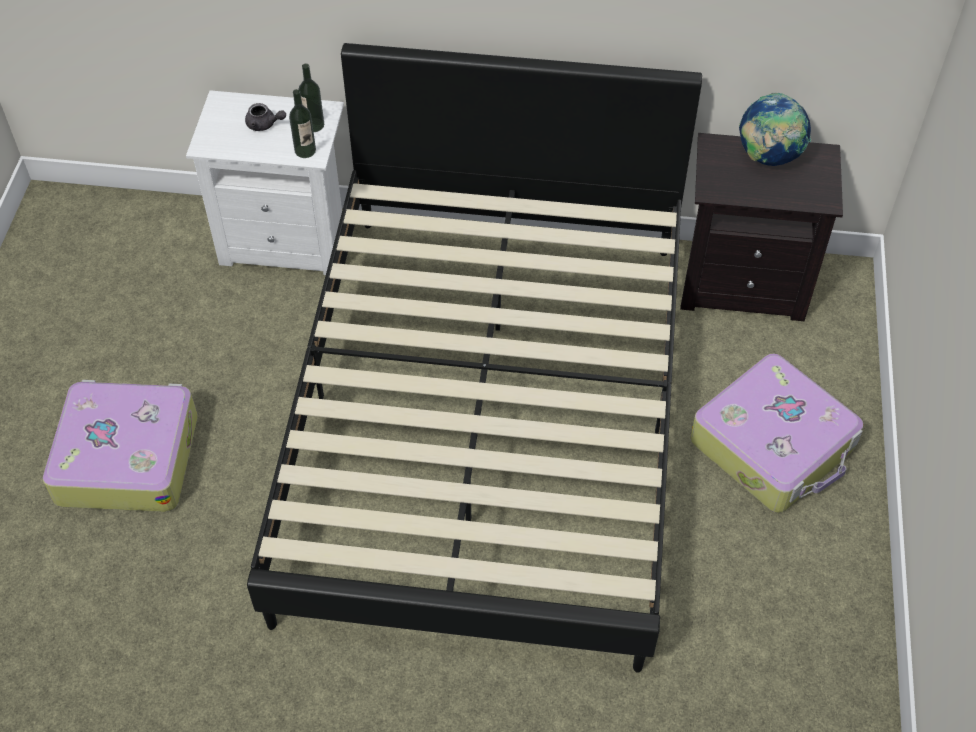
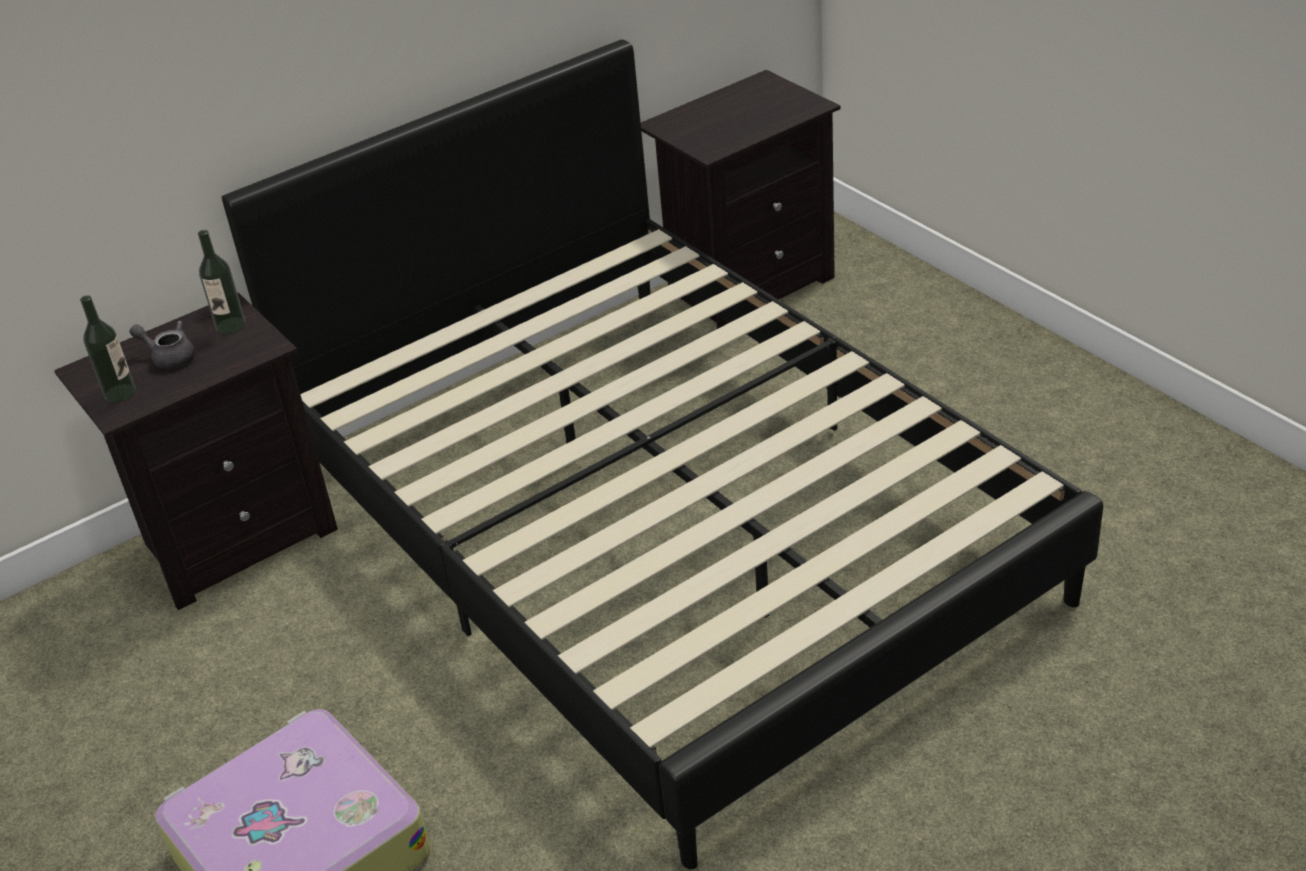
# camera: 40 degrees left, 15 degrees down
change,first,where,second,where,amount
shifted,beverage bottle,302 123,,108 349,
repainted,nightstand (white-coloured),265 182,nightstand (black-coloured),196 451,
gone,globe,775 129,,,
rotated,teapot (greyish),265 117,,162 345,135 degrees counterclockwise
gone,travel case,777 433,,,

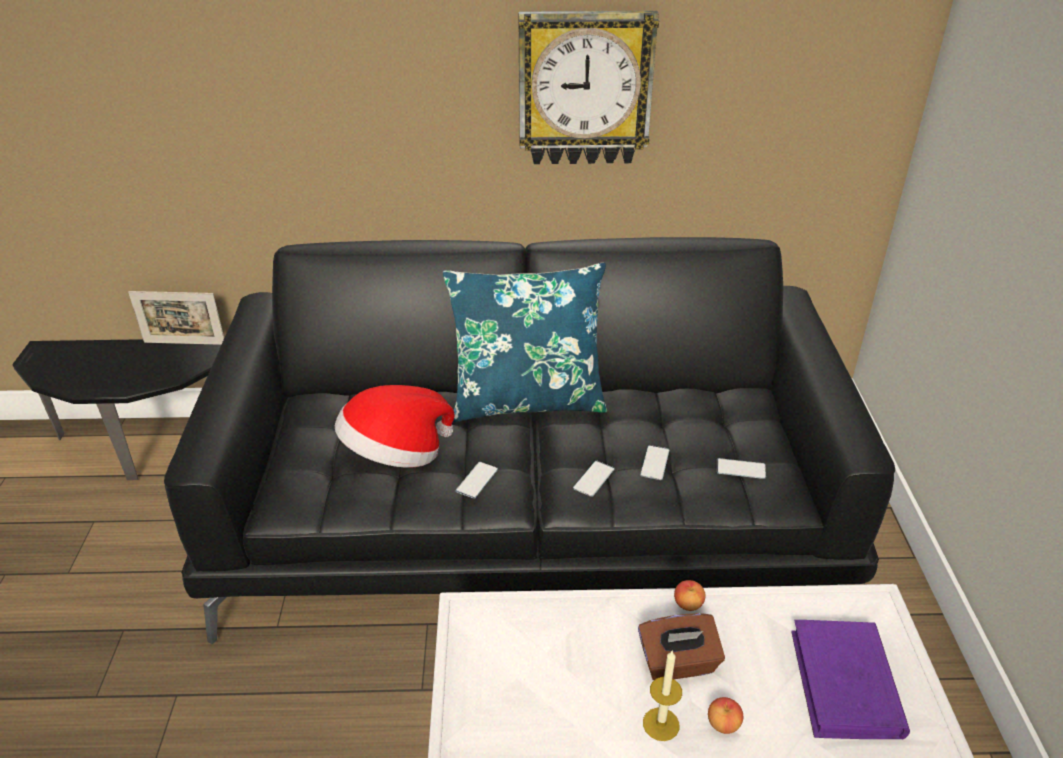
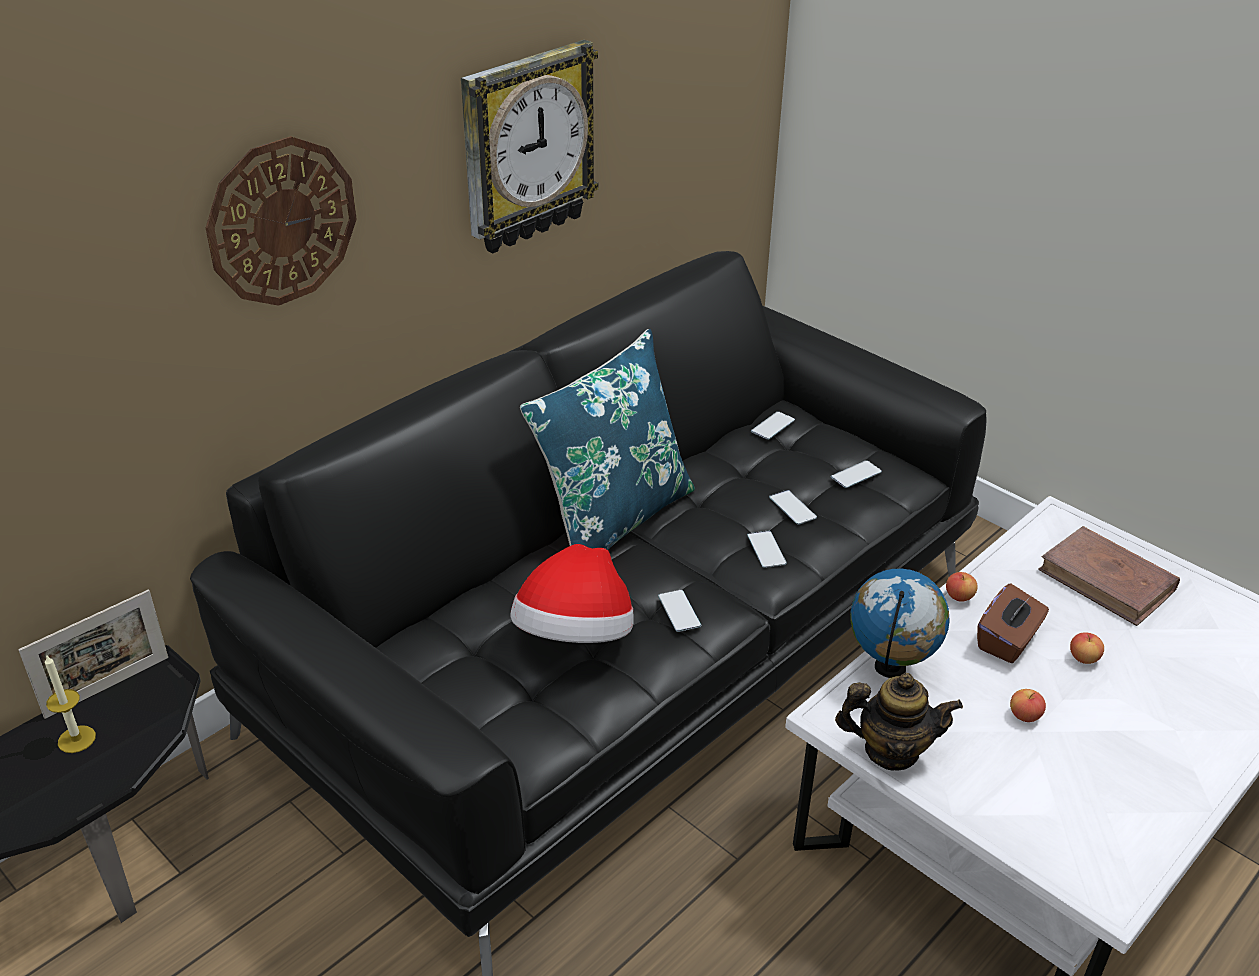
# camera: 45 degrees left, 0 degrees up
change,first,where,second,where,amount
repainted,book (purple),850 679,book (brown-coloured),1109 576,
shifted,wax candle,662 695,,70 703,
new,,,wall clock,281 221,
new,,,telephone,773 425,
new,,,globe,900 623,
new,,,teapot,899 721,
new,,,apple,1028 705,

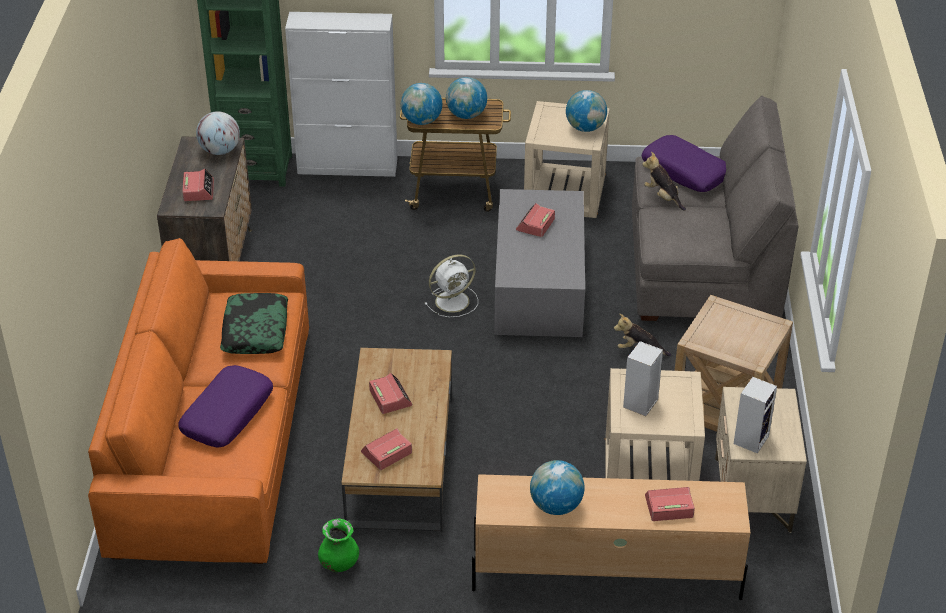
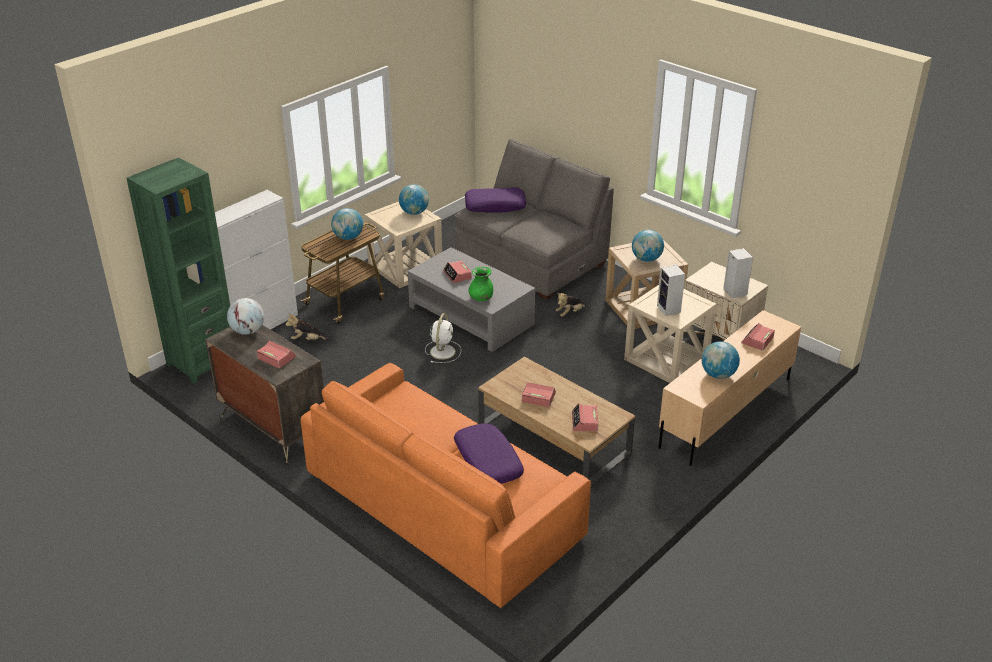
# camera: 50 degrees left, 5 degrees down
change,first,where,second,where,amount
shifted,globe,421 104,,648 246,
shifted,cuddly toy,664 181,,307 327,
gone,throw pillow,254 323,,,
shifted,decorative vase (greenish),338 545,,480 284,

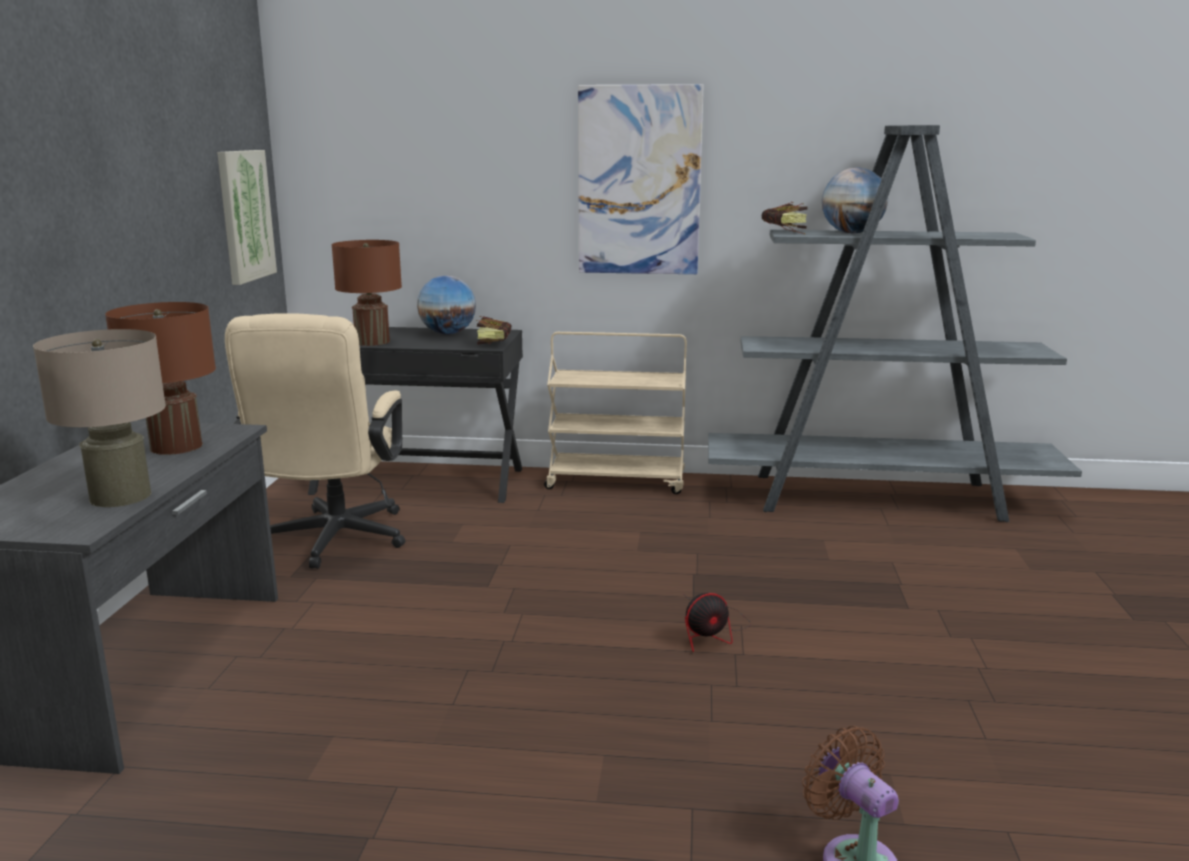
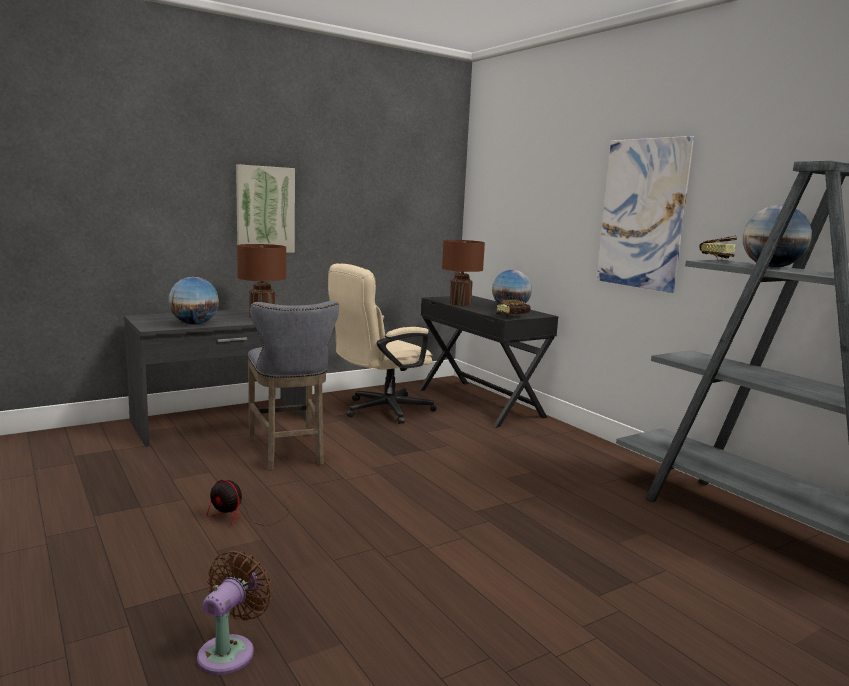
# camera: 50 degrees right, 5 degrees down
change,first,where,second,where,amount
shifted,wall art,247 217,,265 208,
swapped,table lamp (beige-coloured),99 418,globe,193 301,
gone,cart (beige-coloured),615 413,,,
shifted,electric fan,718 622,,250 503,
new,,,stool seat (greyish),293 385,

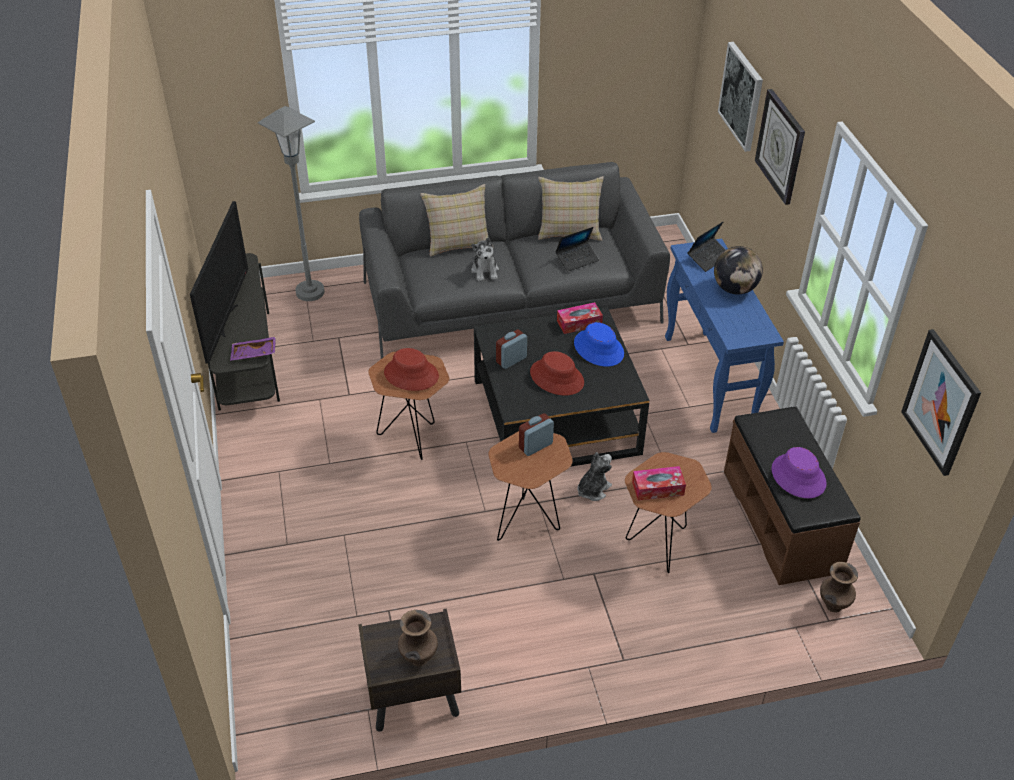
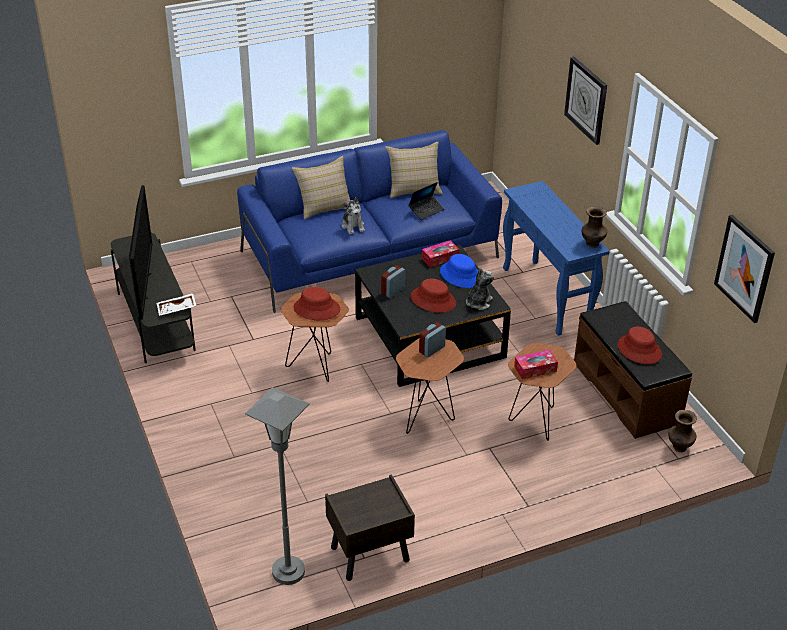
# camera: 10 degrees left, 5 degrees down
change,first,where,second,where,amount
gone,wall art,740 97,,,
shifted,standard lamp (greyish),291 203,,277 486,
repainted,sofa (greyish),514 260,sofa (bluish),369 221,
gone,portable computer,706 247,,,
gone,globe,738 270,,,
repainted,tray (purple),253 349,tray (white-coloured),176 304,
repainted,hat (purple),799 472,hat (reddish),639 345,
shifted,cuddly toy,594 476,,480 289,
shifted,decorative vase (brown-coloured),418 638,,594 227,

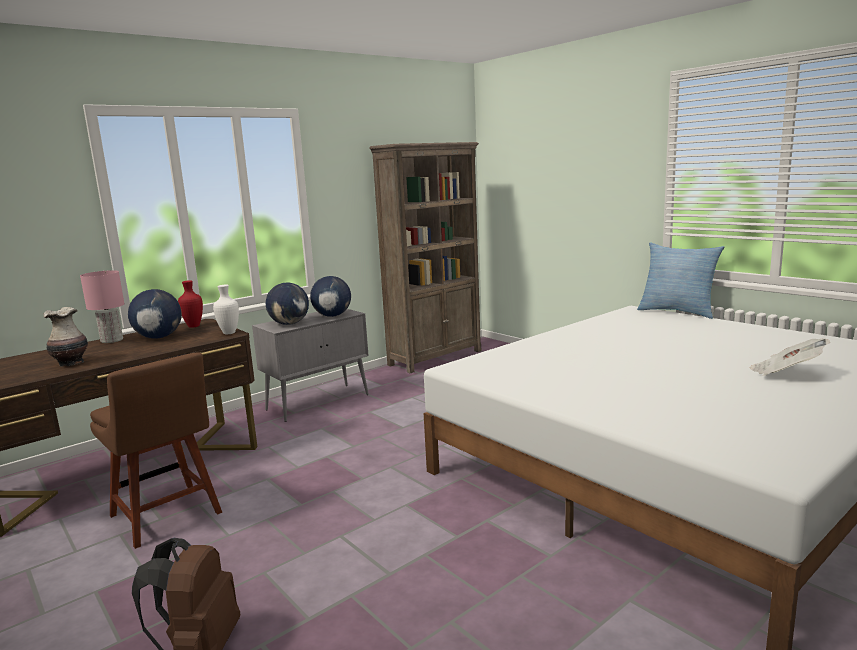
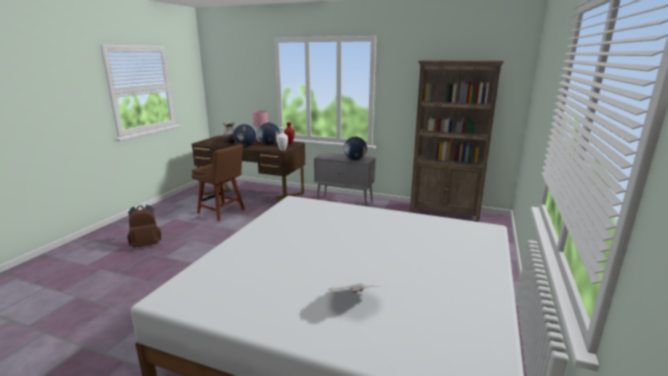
# camera: 60 degrees right, 5 degrees up
change,first,where,second,where,amount
gone,throw pillow,681 281,,,
shifted,globe,287 303,,244 135,
rotated,chair (brown-coloured),156 450,,218 183,75 degrees counterclockwise

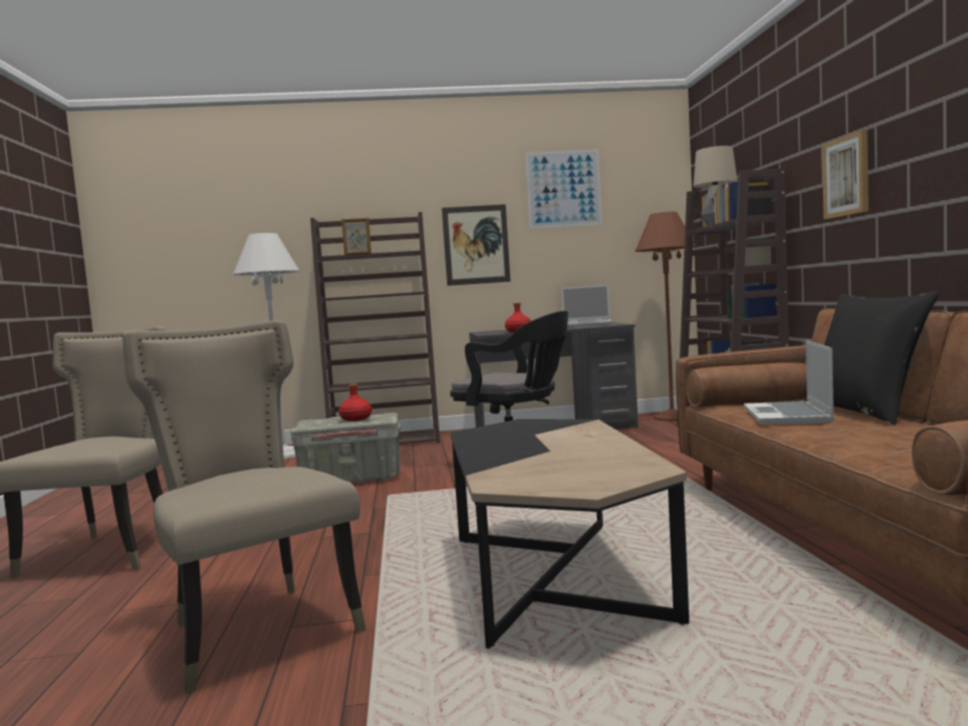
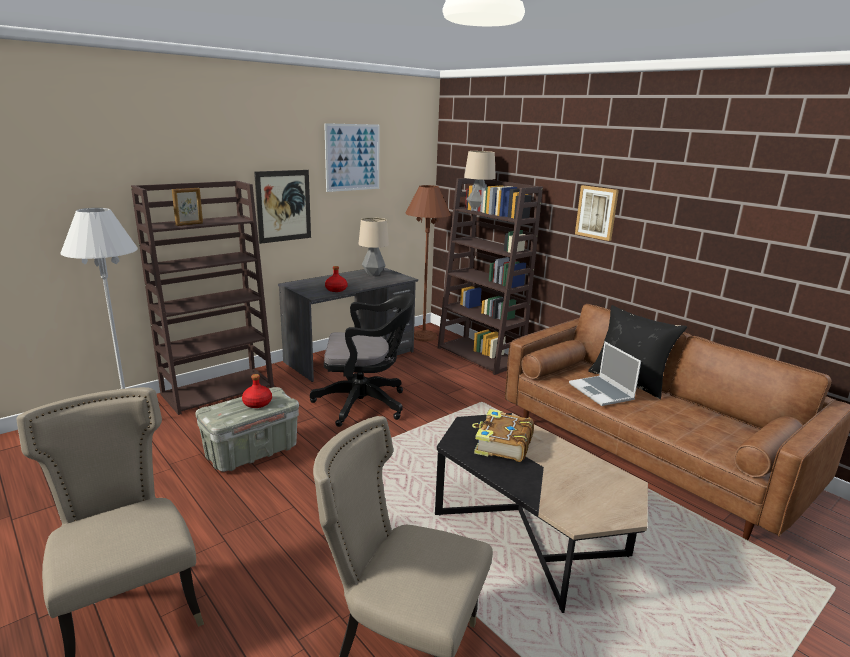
# camera: 35 degrees left, 15 degrees up
change,first,where,second,where,amount
swapped,portable computer,586 306,table lamp,373 247,
new,,,book,503 435,

